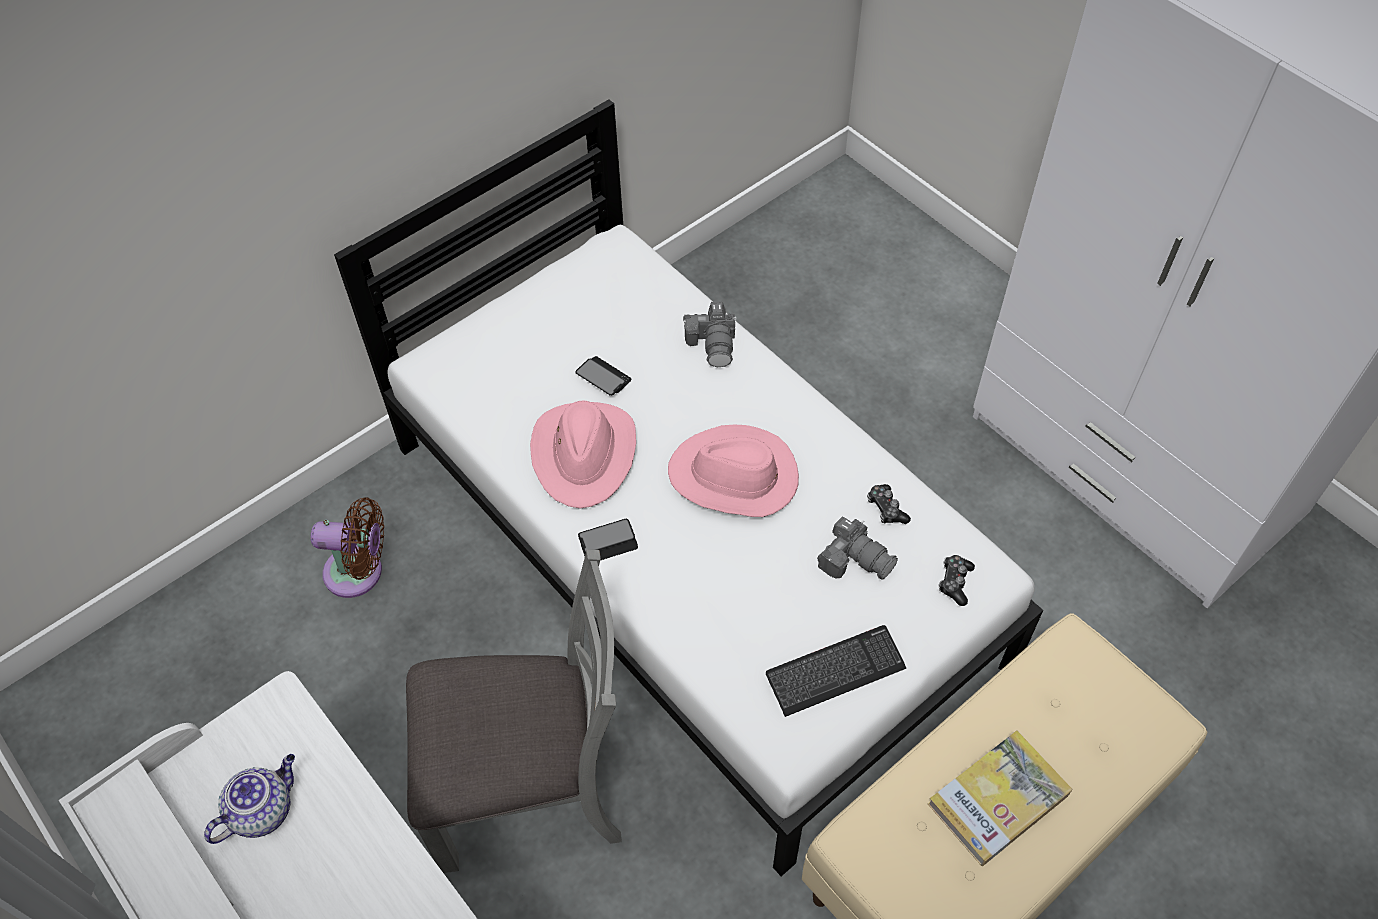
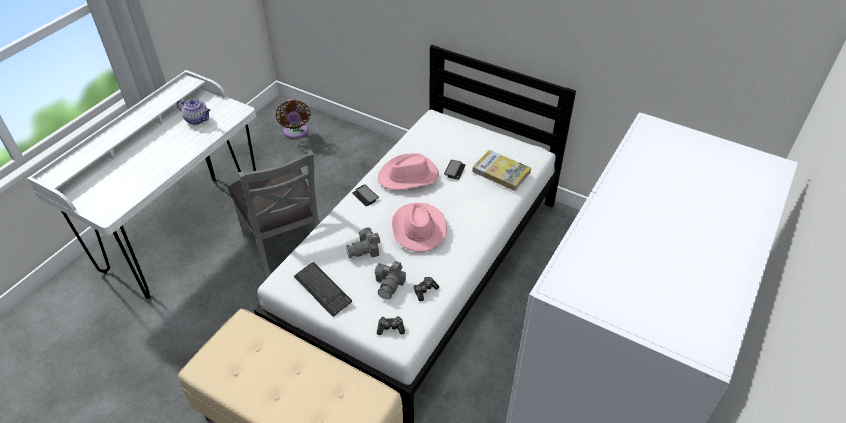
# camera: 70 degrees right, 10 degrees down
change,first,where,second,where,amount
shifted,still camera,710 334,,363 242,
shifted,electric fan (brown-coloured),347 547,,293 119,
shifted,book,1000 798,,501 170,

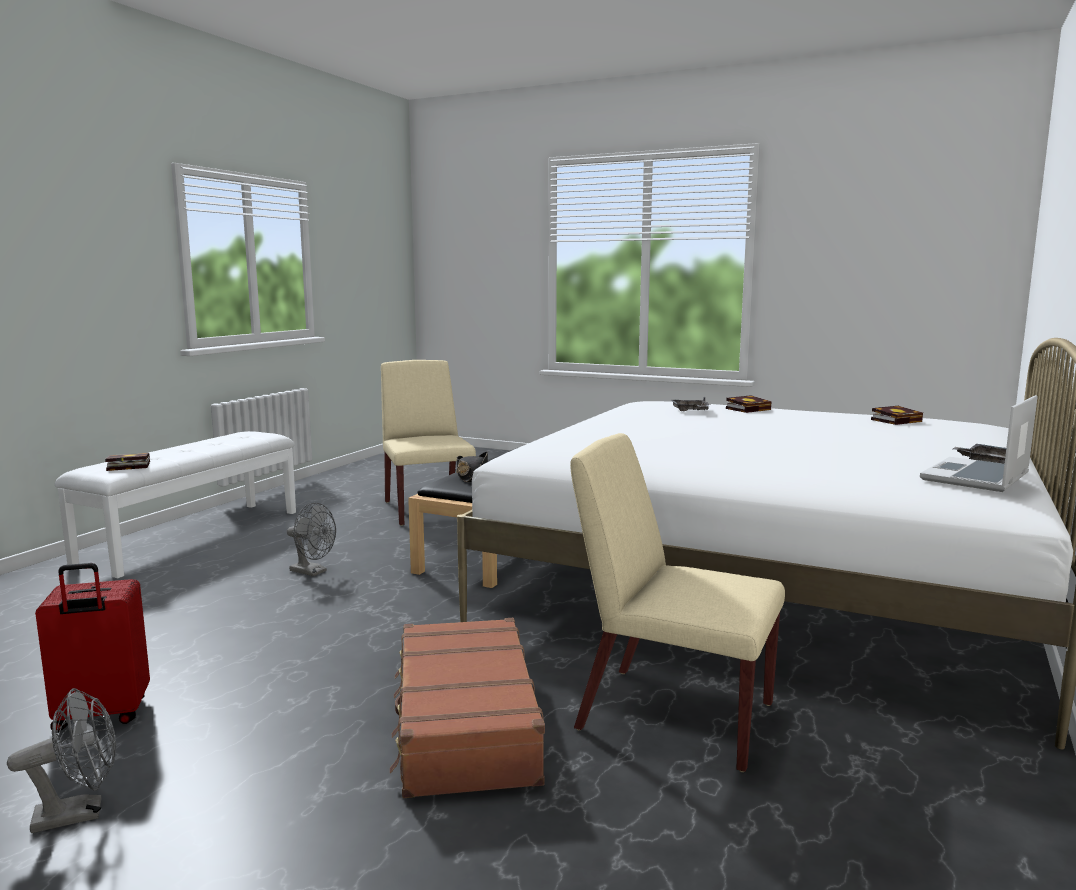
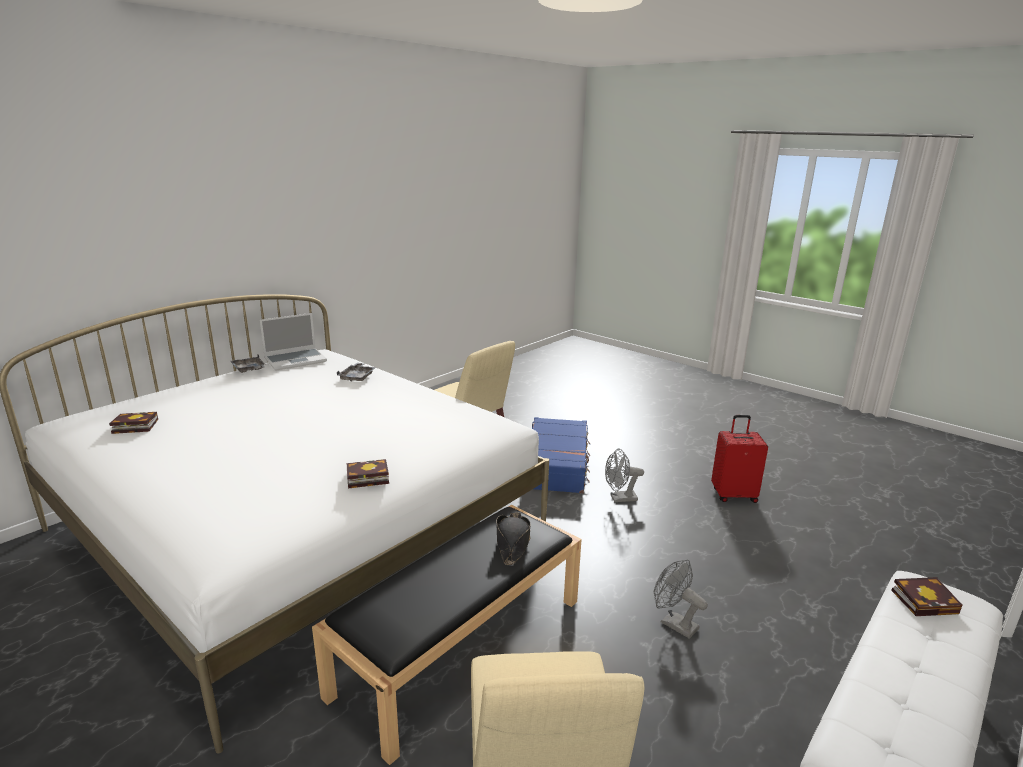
# camera: 165 degrees left, 10 degrees up
change,first,where,second,where,amount
shifted,book,749 404,,368 473,
shifted,tray (greyish),691 404,,356 372,
repainted,travel case (brown-coloured),467 708,travel case (bluish),561 455,
shifted,electric fan (greyish),61 760,,624 475,

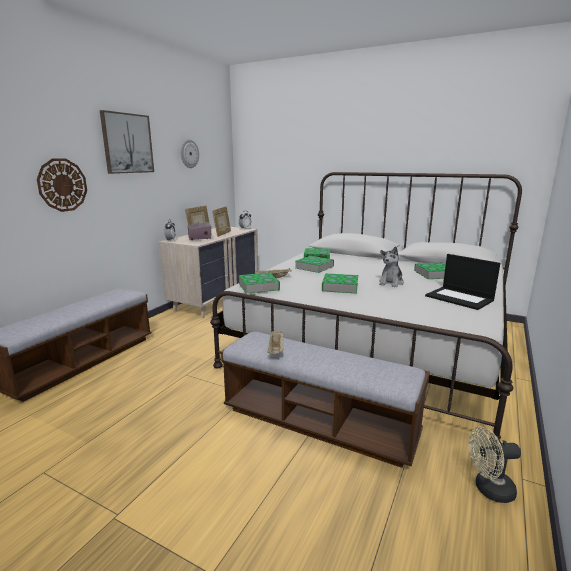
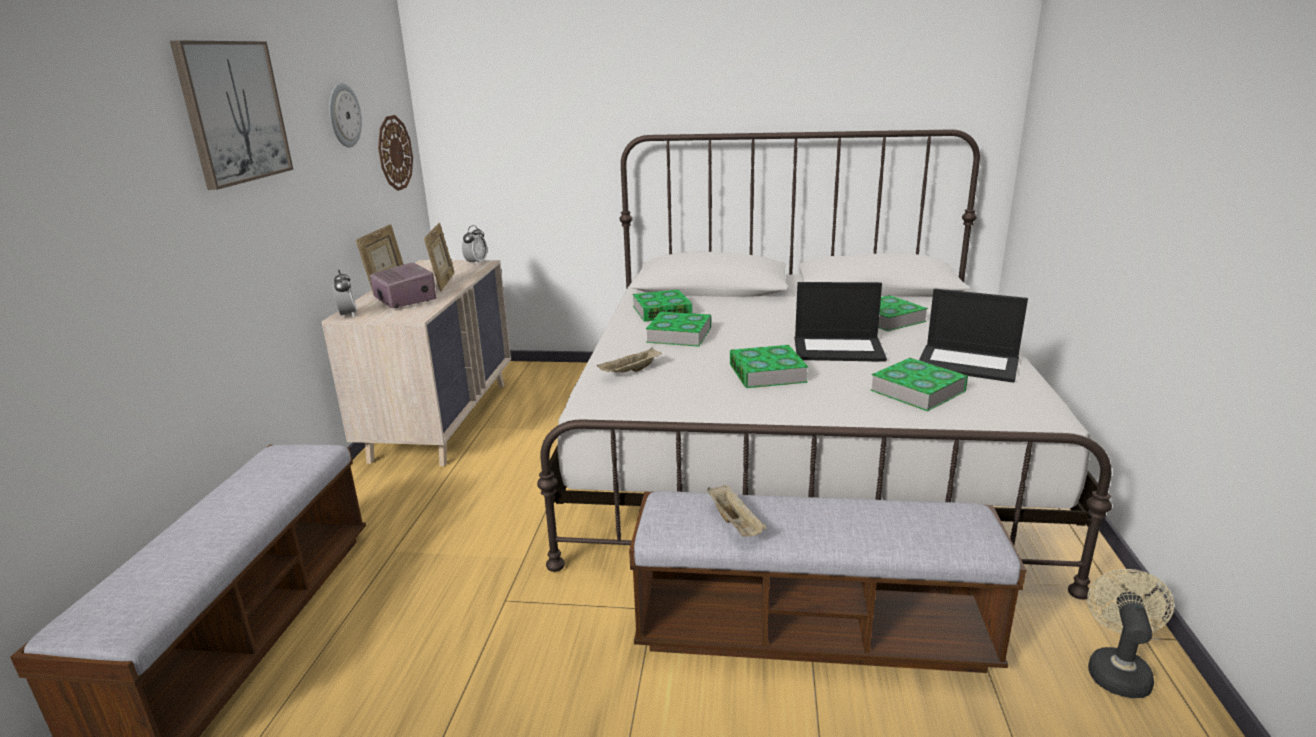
# camera: 20 degrees left, 5 degrees up
change,first,where,second,where,amount
shifted,wall clock,62 185,,395 153,
swapped,cuddly toy,391 266,portable computer,841 322,
shifted,book,259 283,,919 384,
rotated,electric fan (beige-coloured),494 464,,1130 633,135 degrees clockwise

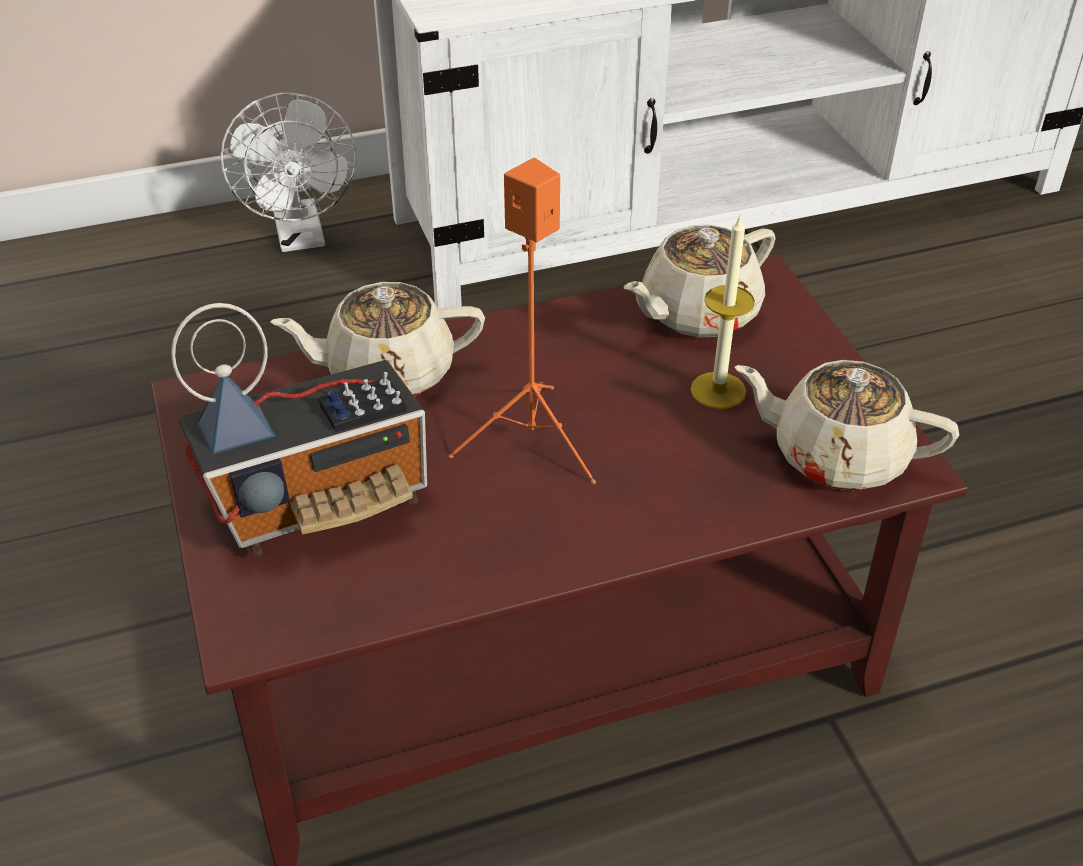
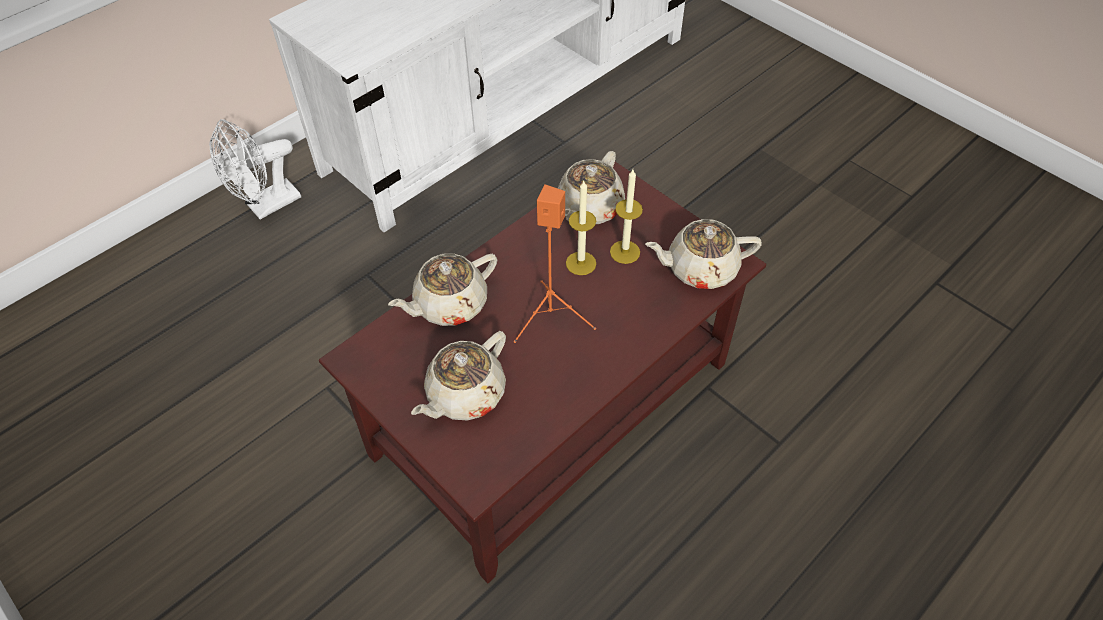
# camera: 25 degrees left, 10 degrees up
change,first,where,second,where,amount
rotated,electric fan (white-coloured),289 172,,255 169,90 degrees clockwise
swapped,radio,299 430,teapot (beige-coloured),458 376,
new,,,wax candle,581 228,

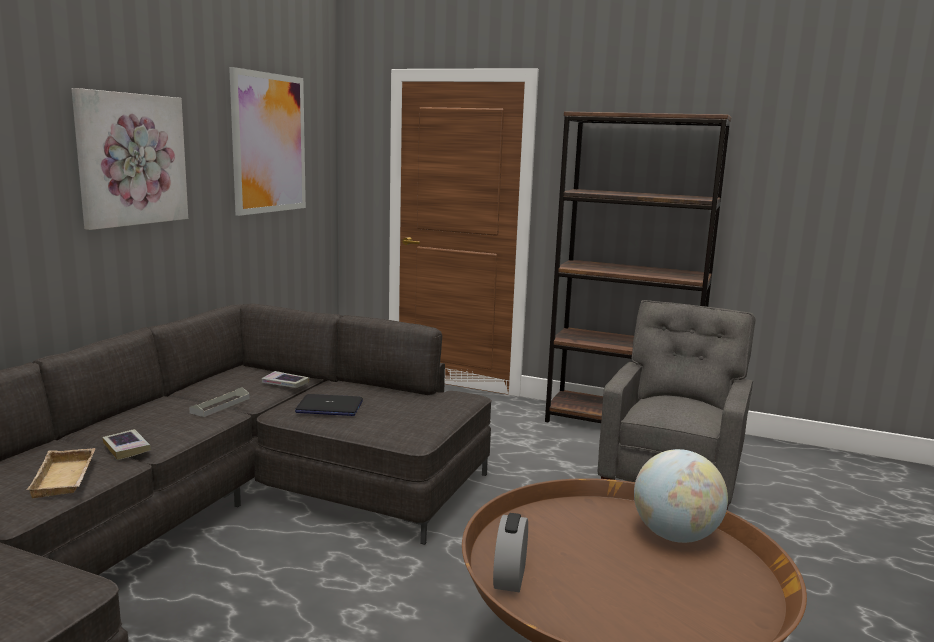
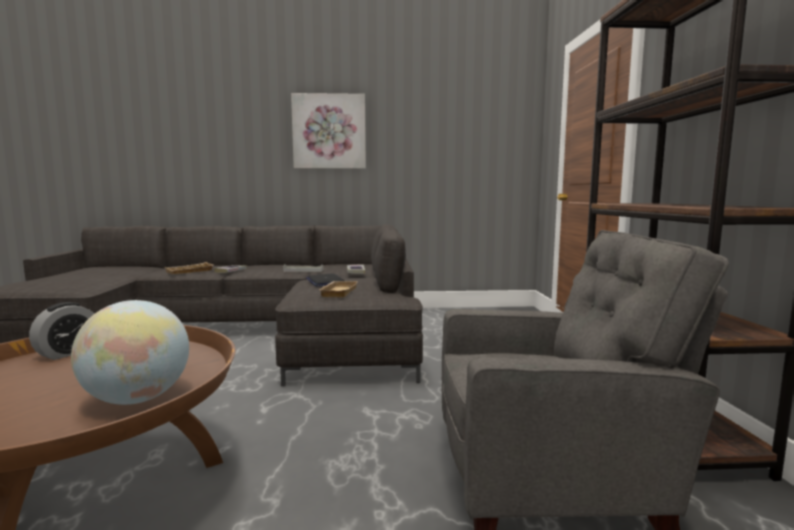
# camera: 65 degrees right, 5 degrees down
change,first,where,second,where,amount
gone,wall art,267 141,,,
rotated,bedside clock,510 552,,61 331,135 degrees clockwise
new,,,tray (beige-coloured),338 289,

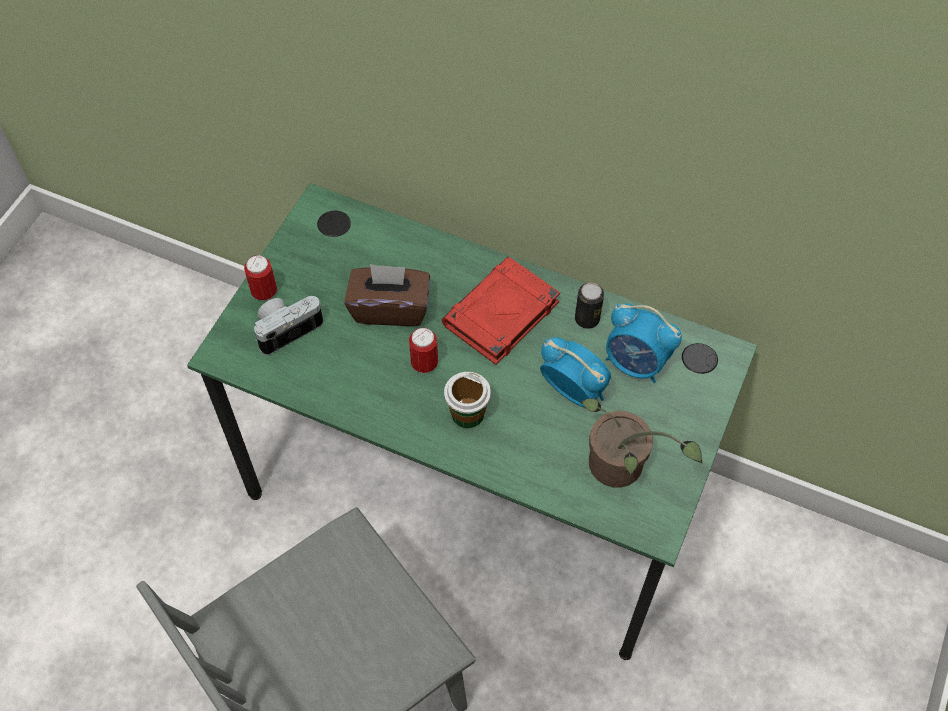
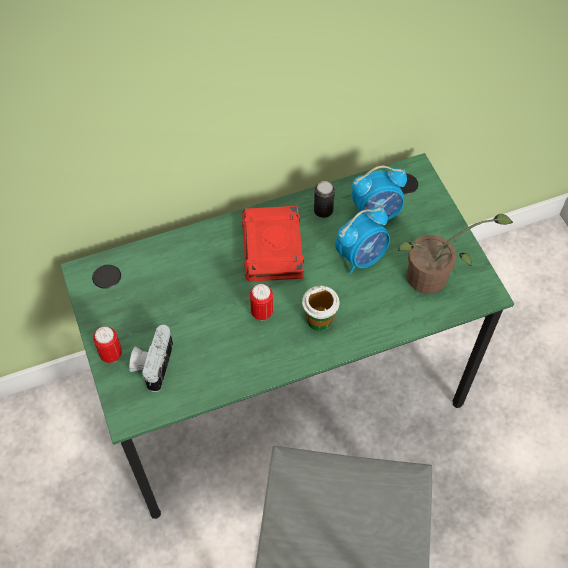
# camera: 45 degrees left, 0 degrees up
change,first,where,second,where,amount
gone,tissue holder (brown-coloured),387 295,,,
rotated,bedside clock,575 372,,362 240,150 degrees clockwise

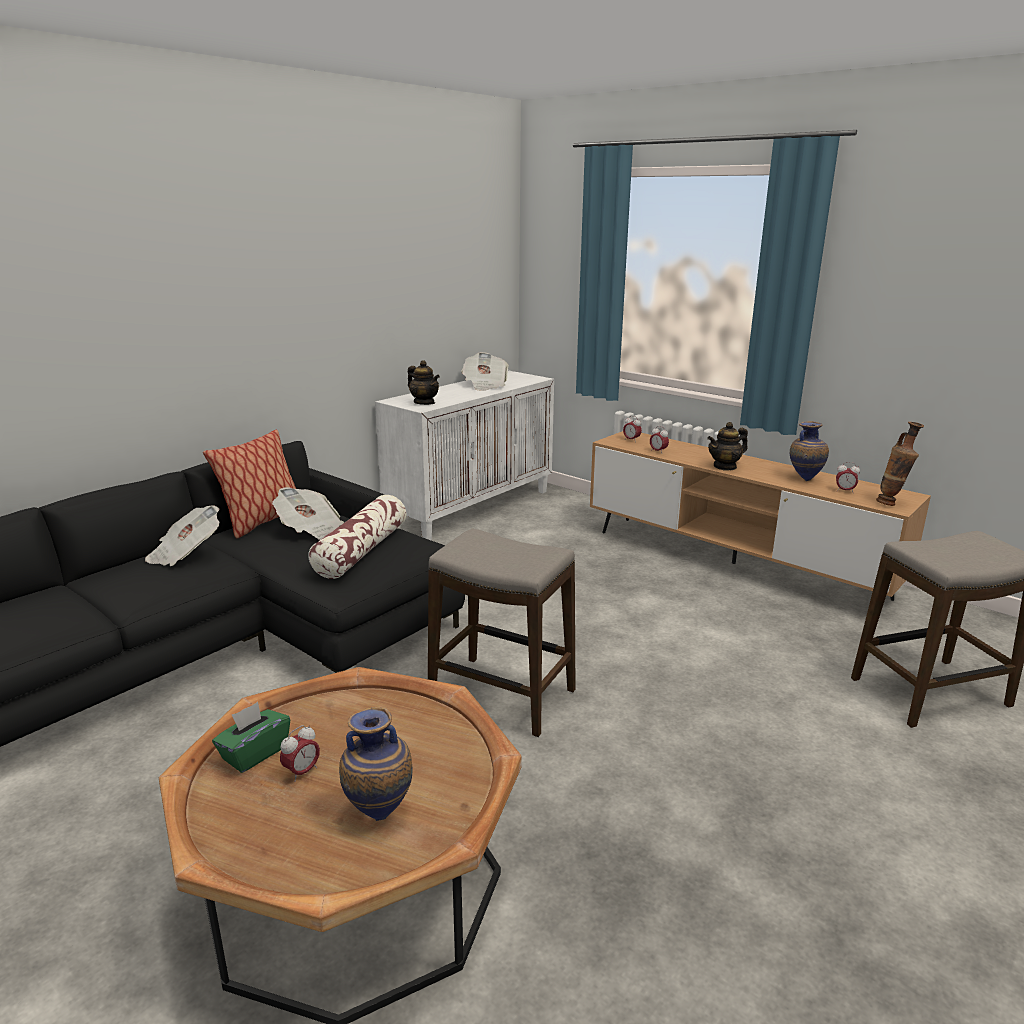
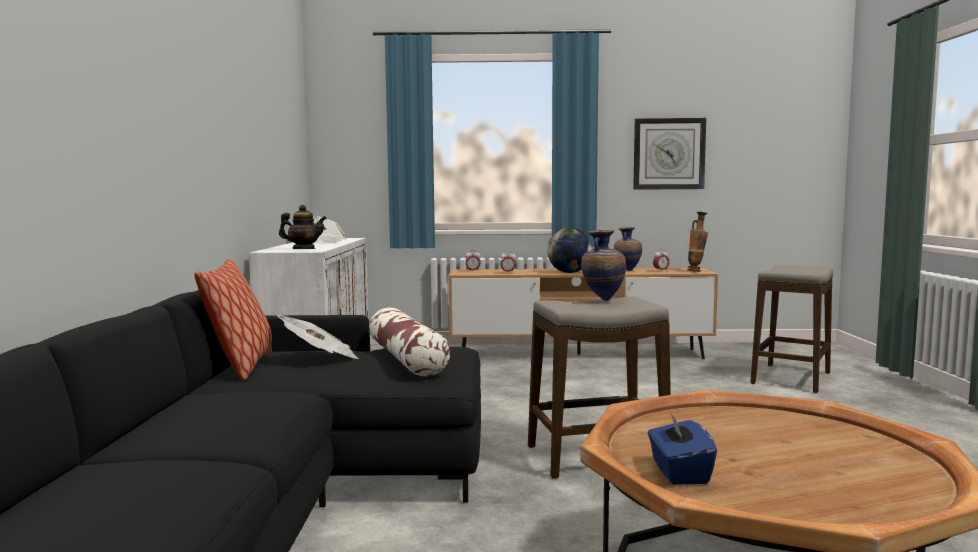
# camera: 40 degrees left, 15 degrees down
change,first,where,second,where,amount
swapped,teapot,727 446,globe,570 250,
gone,newspaper,182 535,,,
repainted,tissue holder (greenish),251 737,tissue holder (bluish),682 448,
shifted,decorative vase,376 764,,603 265,
gone,bedside clock,300 753,,,
new,,,wall clock,669 154,

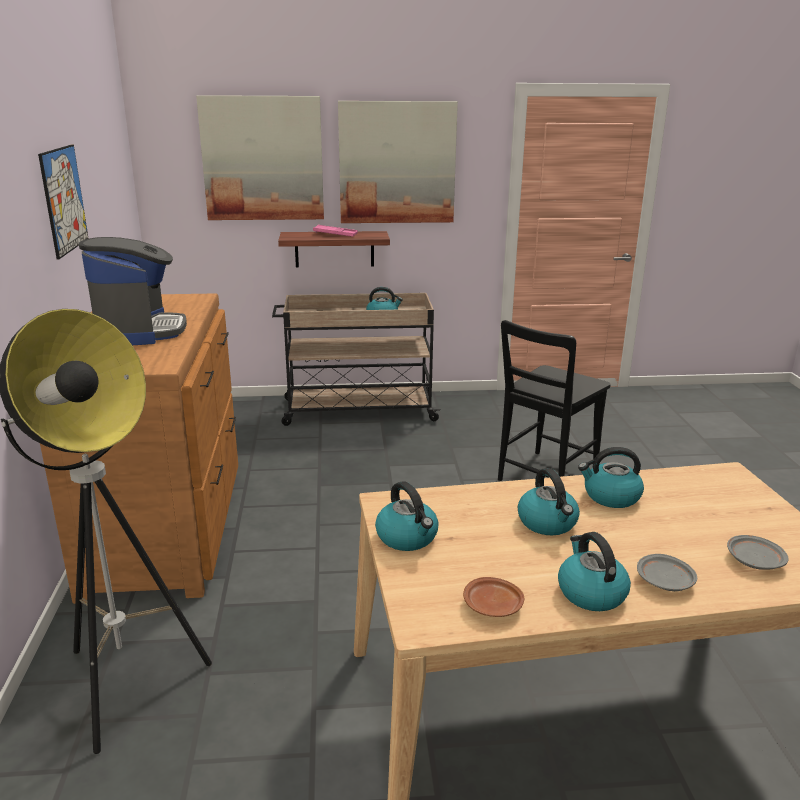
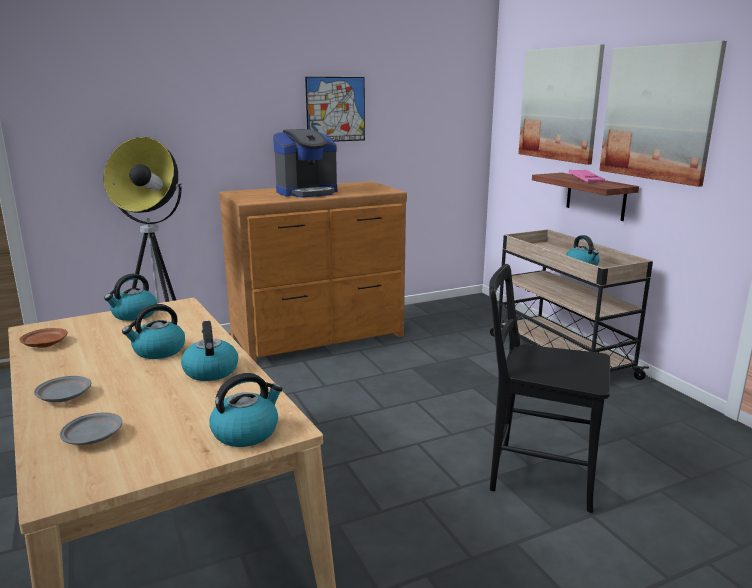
# camera: 70 degrees right, 5 degrees down
change,first,where,second,where,amount
shifted,kettle,594 571,,246 410,

